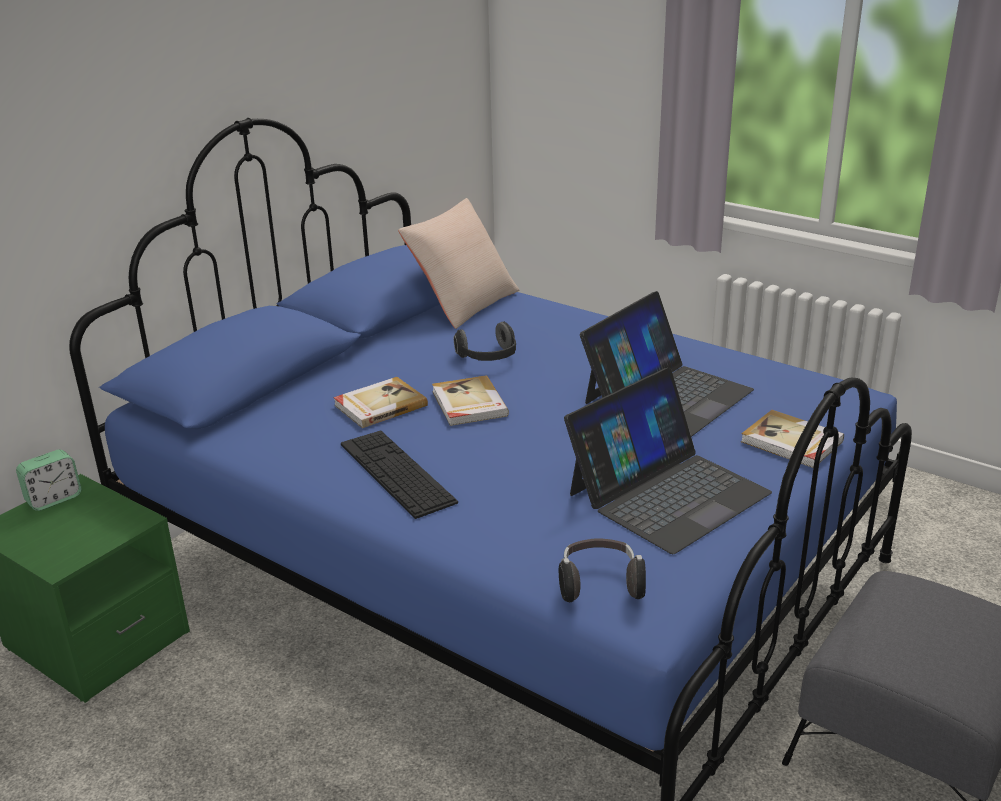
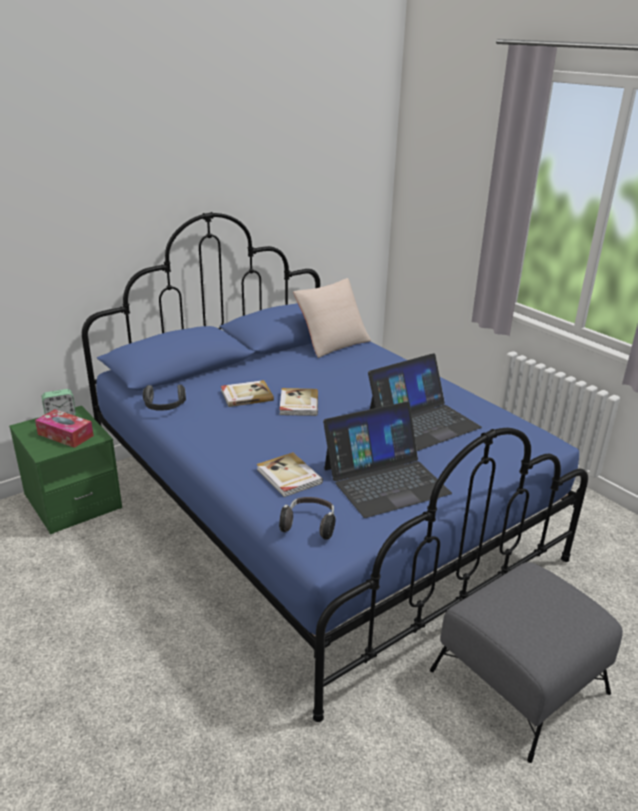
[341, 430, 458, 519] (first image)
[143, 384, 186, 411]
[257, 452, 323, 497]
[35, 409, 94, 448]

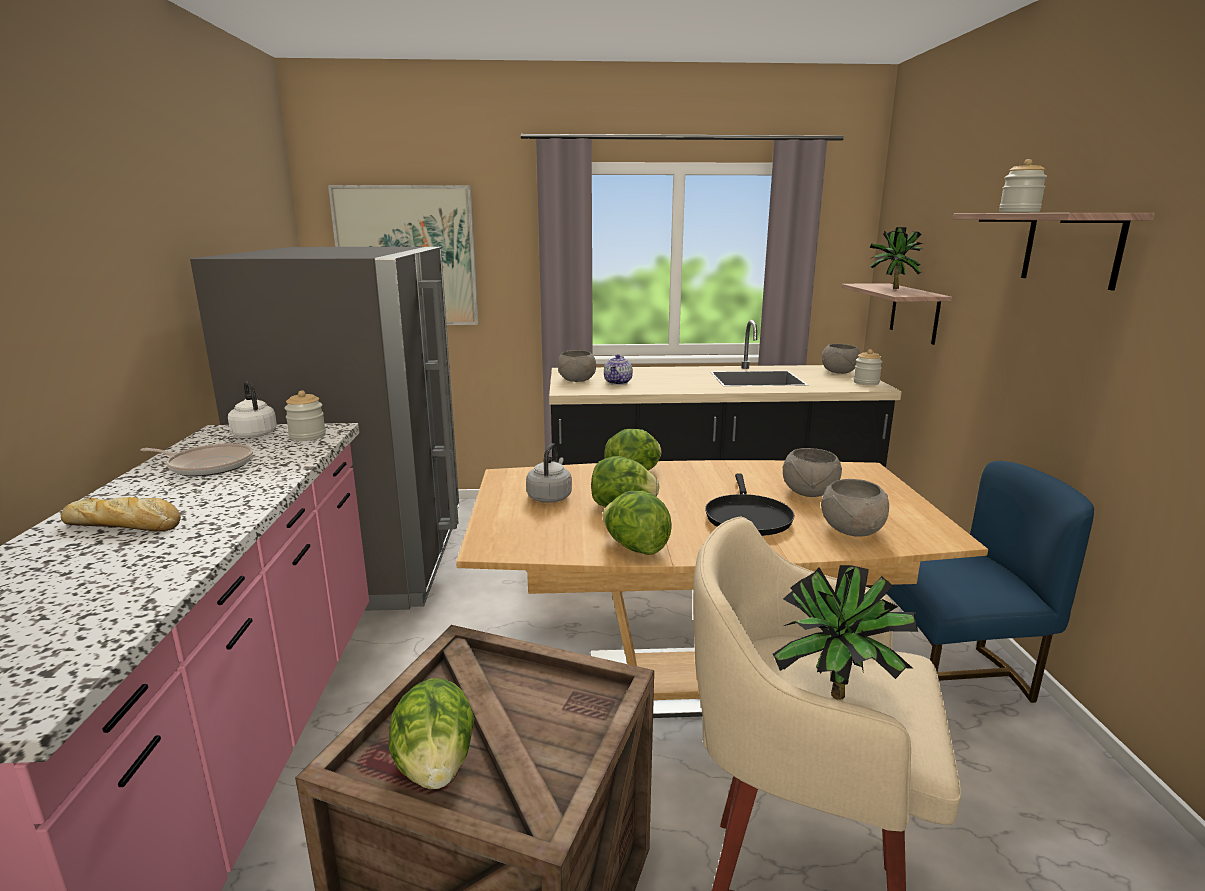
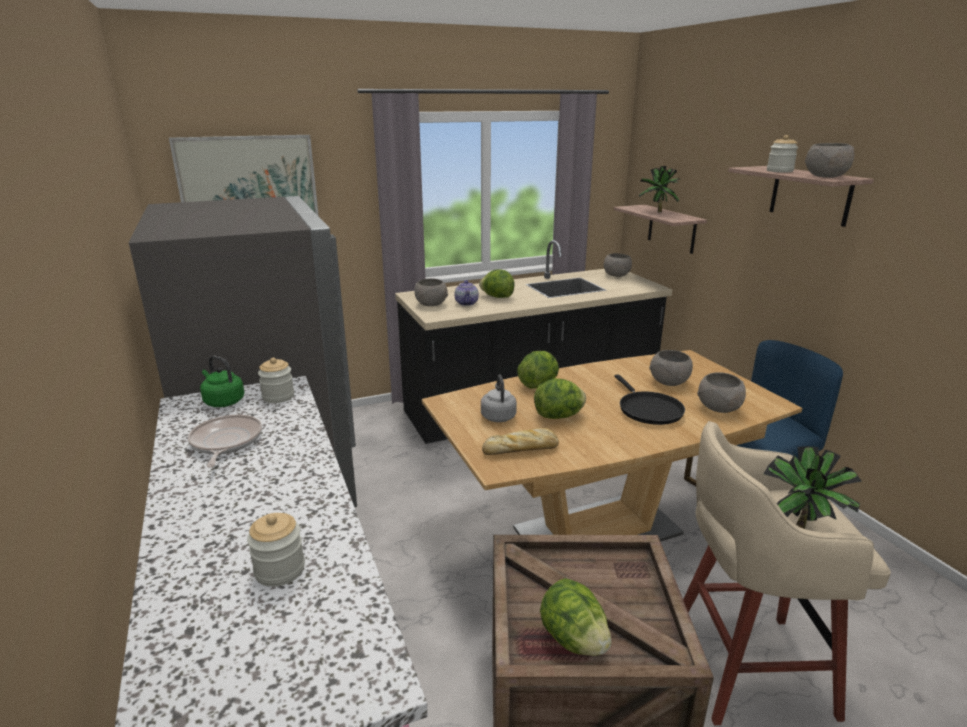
[482, 428, 559, 455]
[188, 414, 262, 468]
[200, 356, 245, 407]
[479, 269, 515, 298]
[247, 513, 305, 587]
[805, 143, 854, 178]

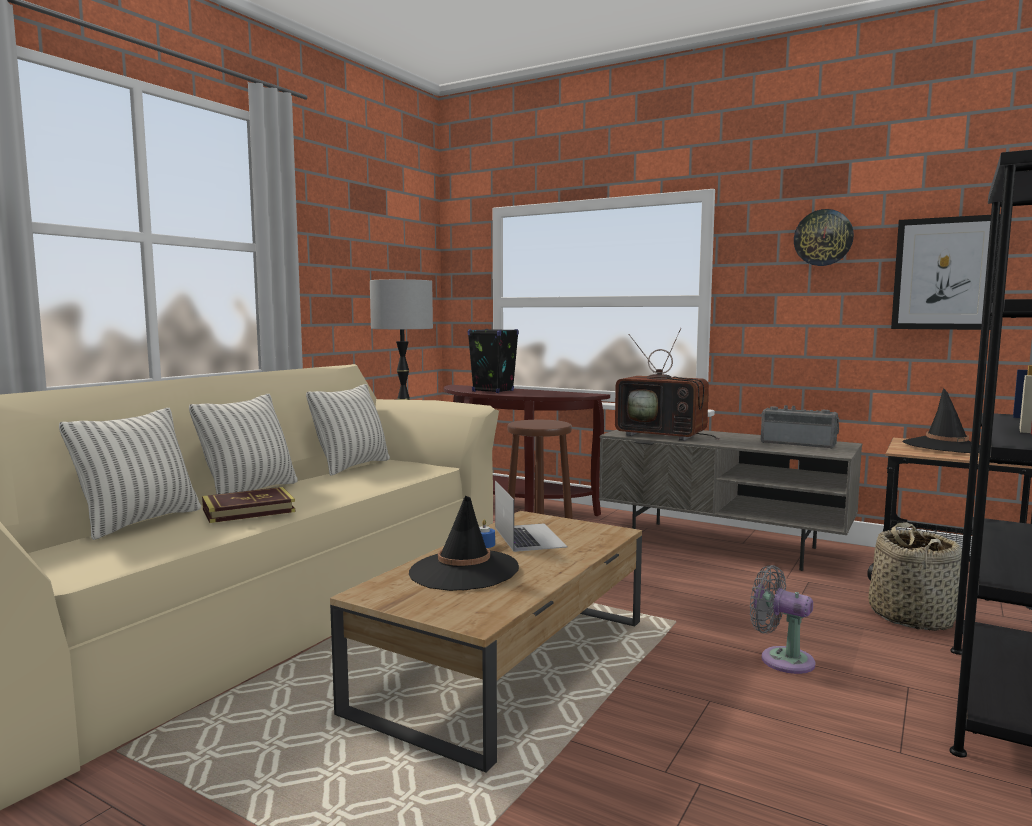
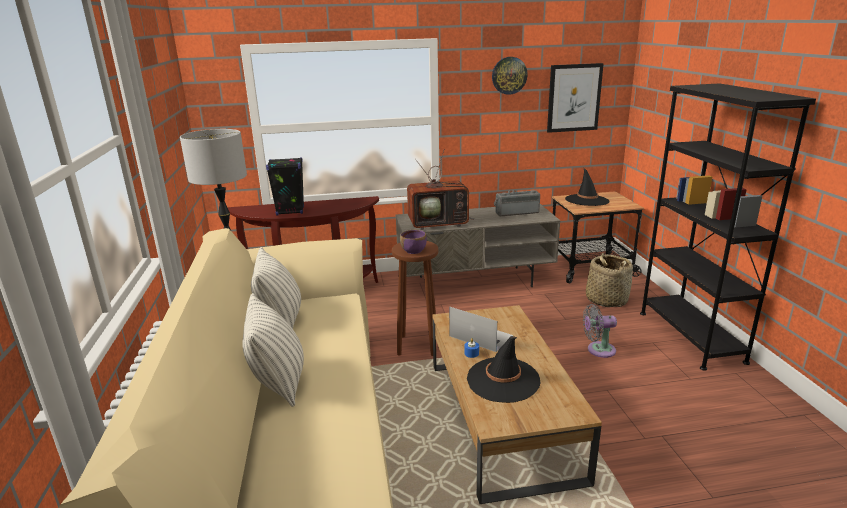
[59, 408, 201, 540] (first image)
[202, 487, 295, 523] (first image)
[400, 230, 427, 254]

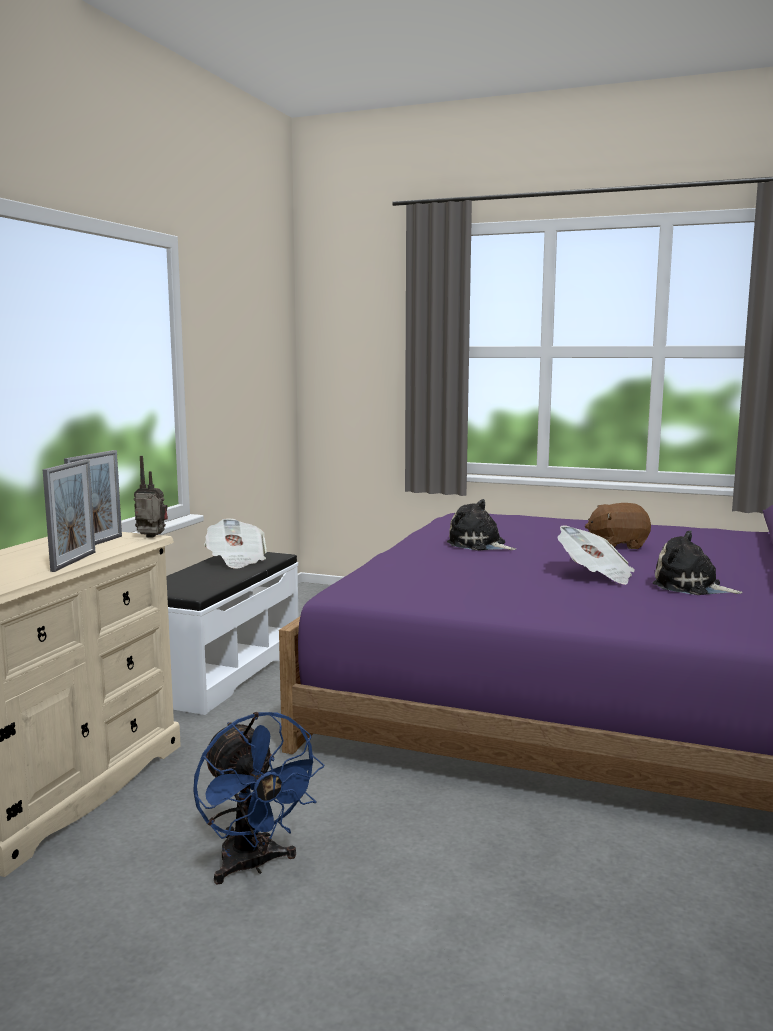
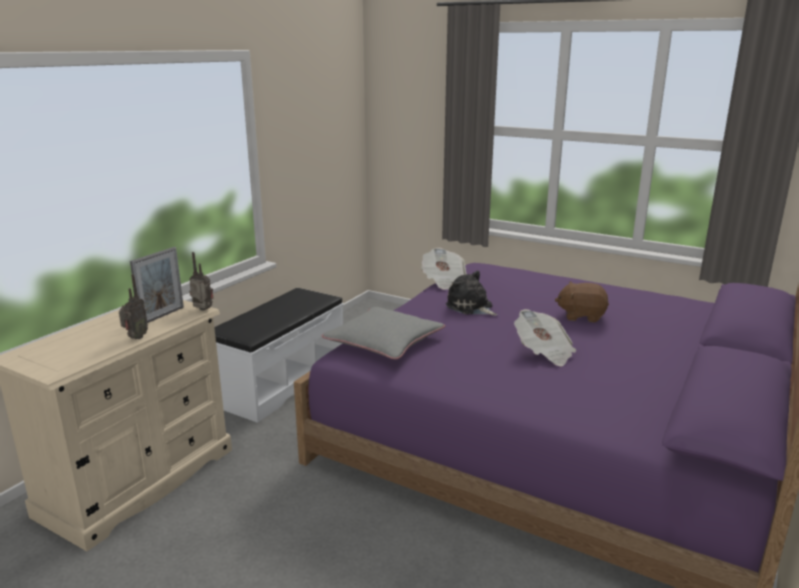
[119, 274, 148, 339]
[193, 712, 324, 884] (first image)
[421, 248, 467, 290]
[652, 531, 743, 595] (first image)
[322, 307, 445, 359]

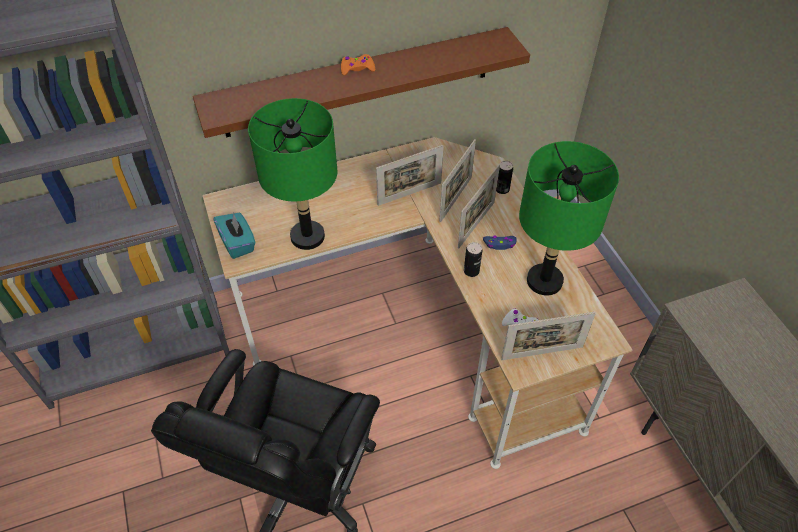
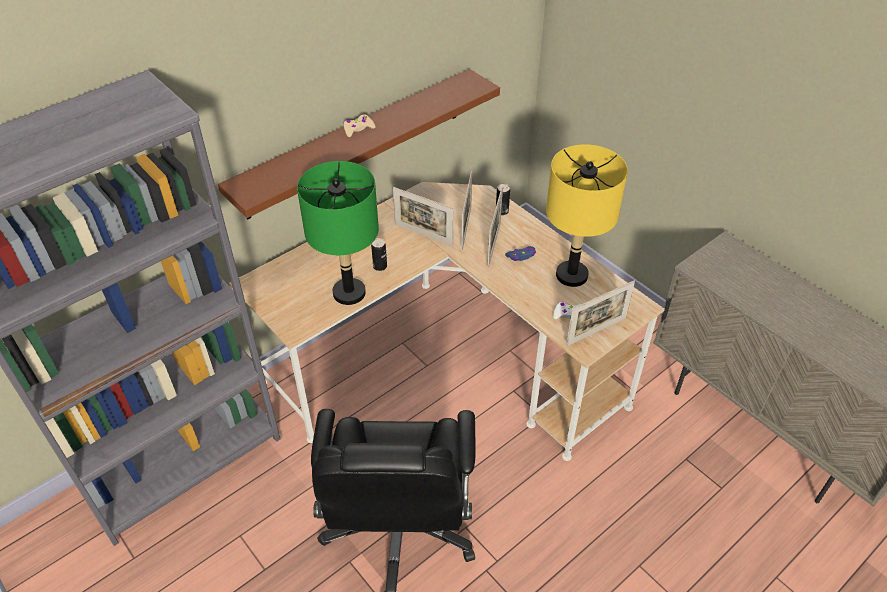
[213, 213, 256, 259] (first image)
[343, 114, 376, 137]
[393, 187, 454, 246]
[371, 238, 387, 271]
[546, 144, 628, 287]

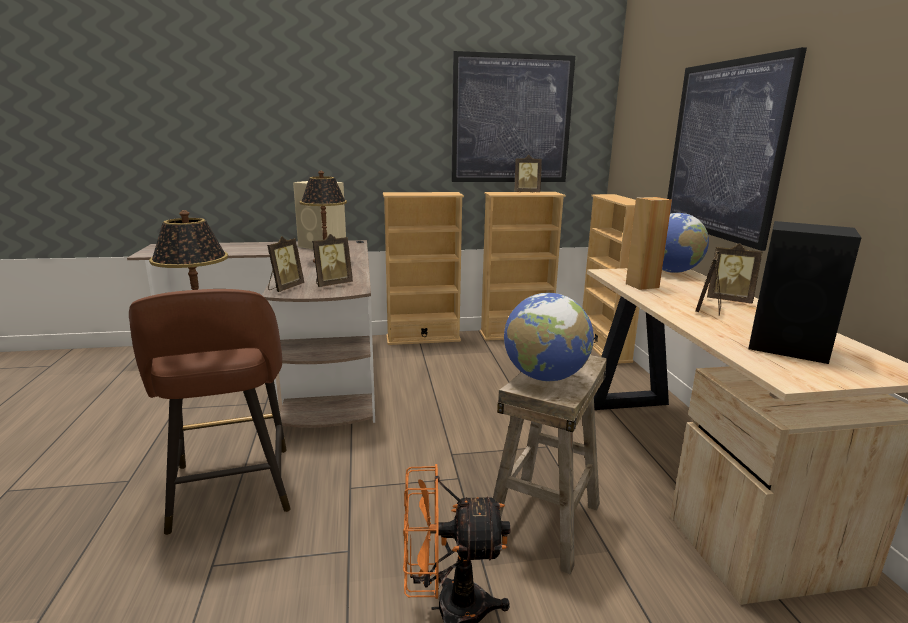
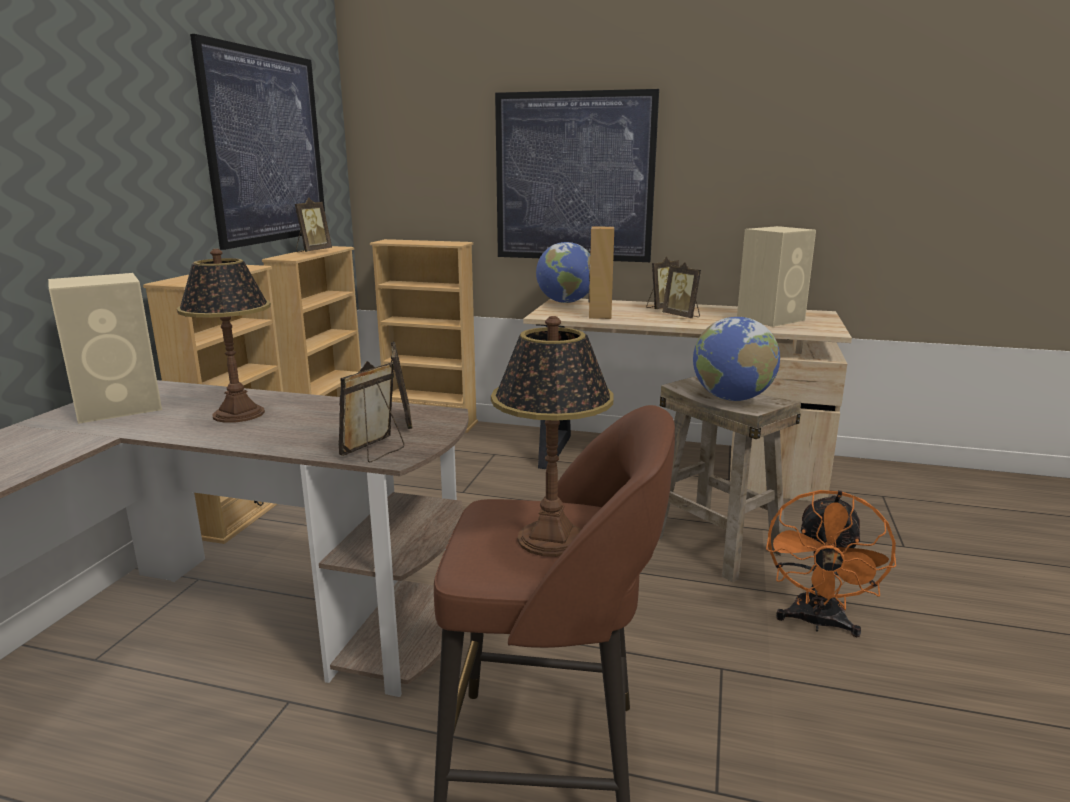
[339, 361, 405, 462]
[737, 226, 816, 327]

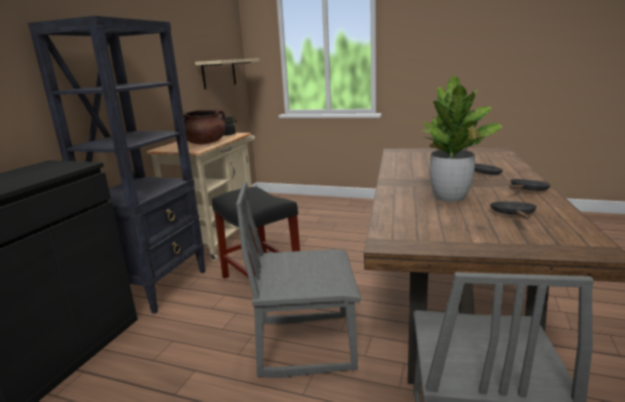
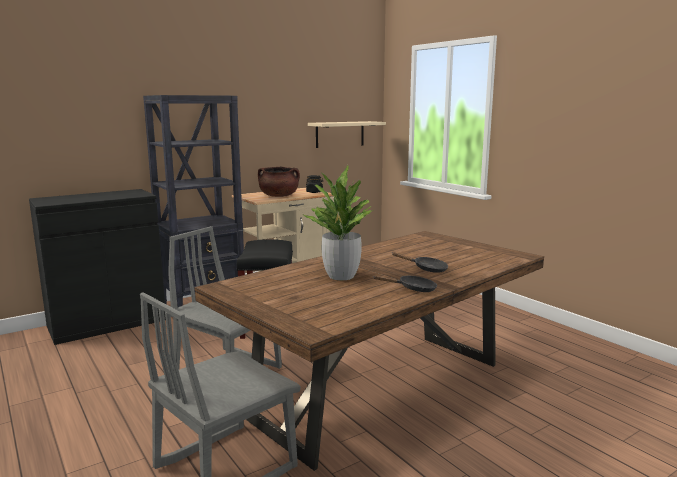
[490, 201, 537, 219] (first image)

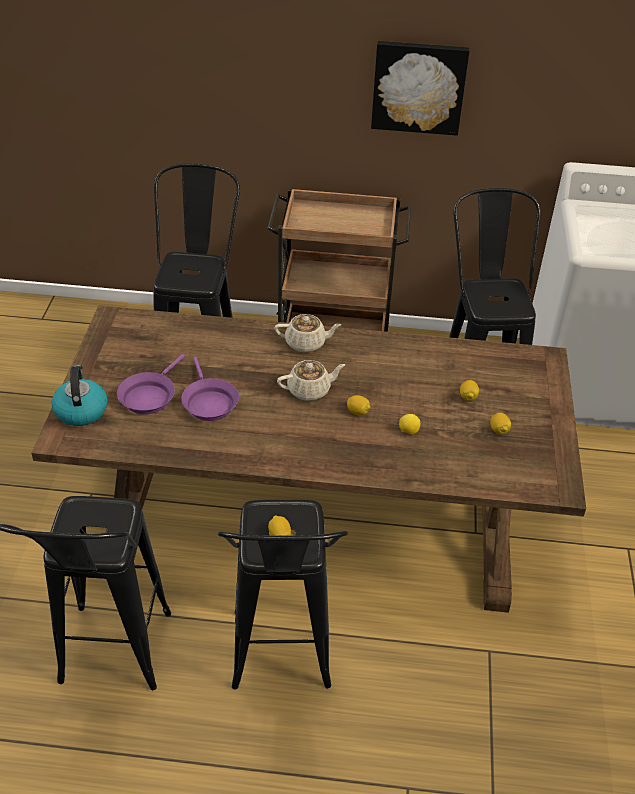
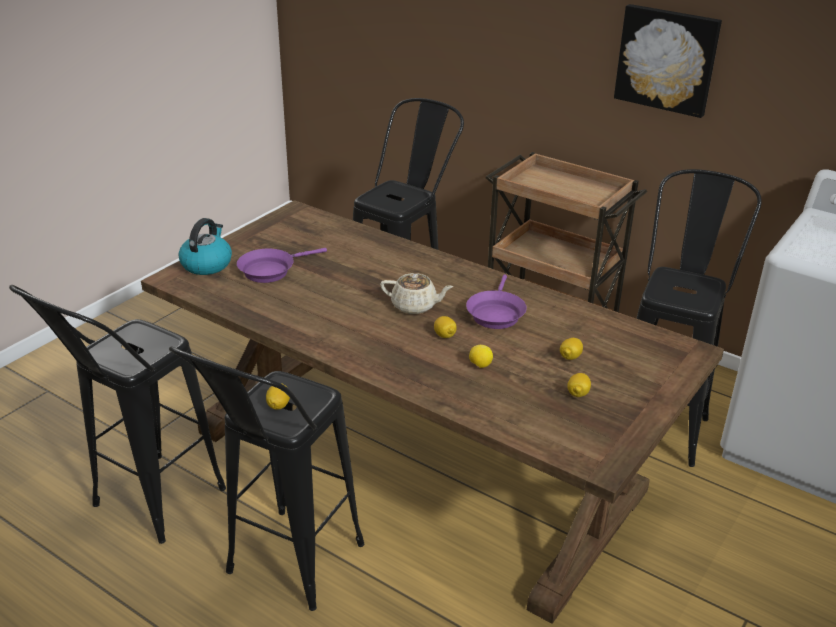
[466, 275, 527, 329]
[274, 314, 342, 352] (first image)

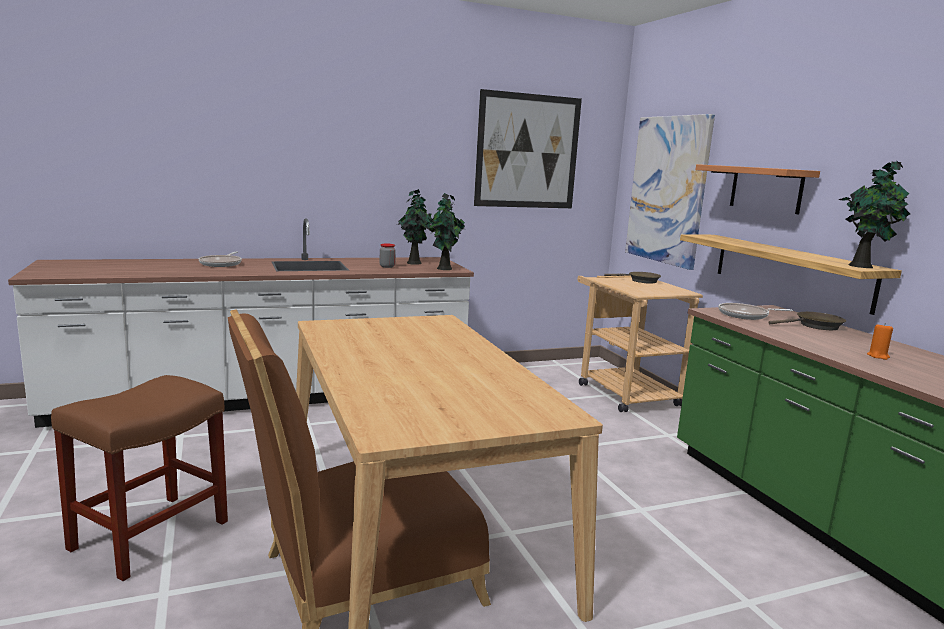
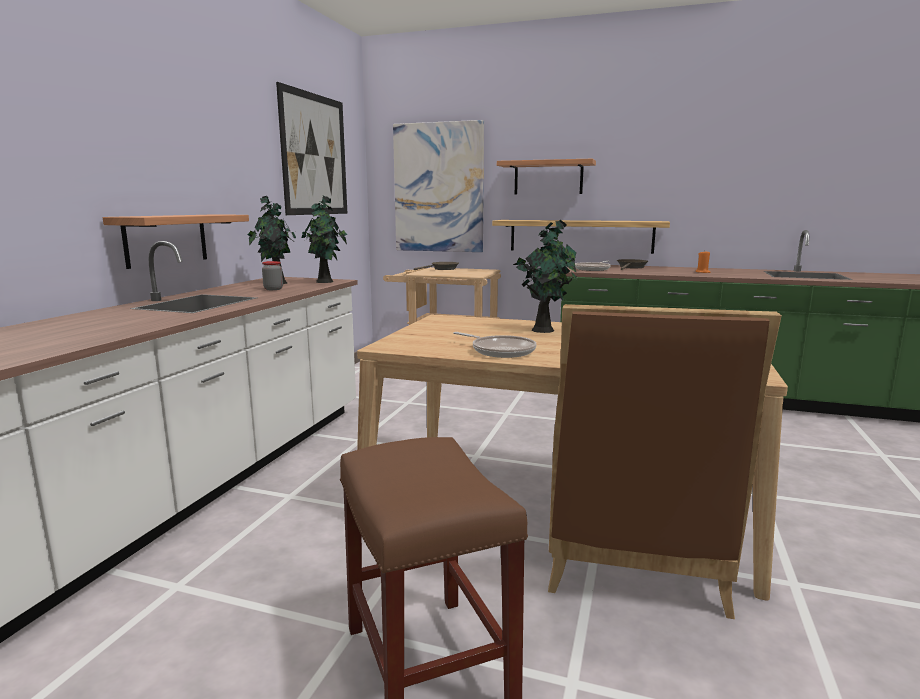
[453, 332, 537, 358]
[513, 220, 578, 333]
[103, 214, 249, 269]

